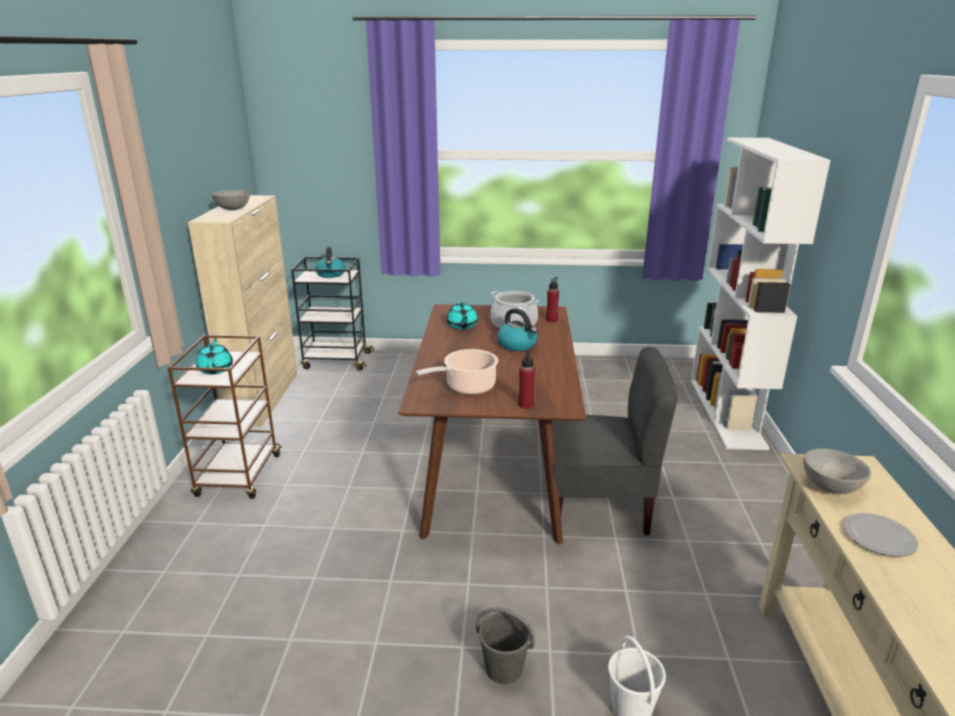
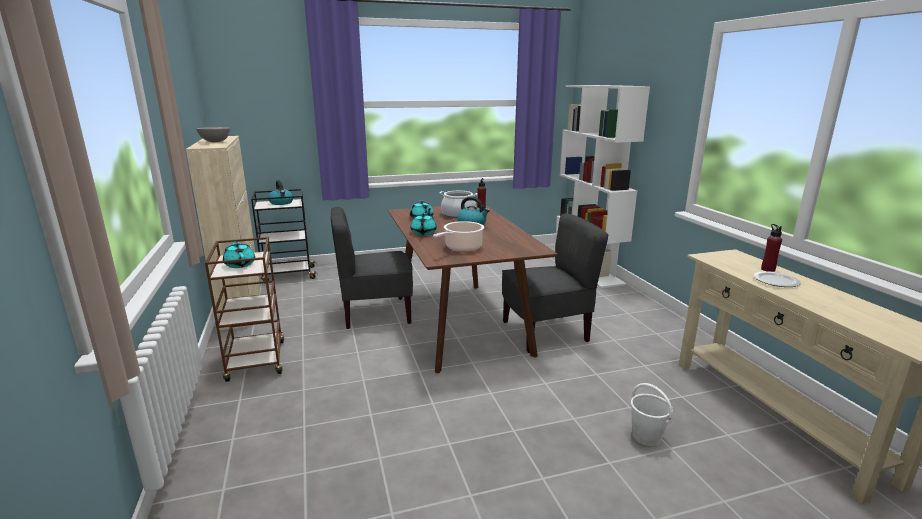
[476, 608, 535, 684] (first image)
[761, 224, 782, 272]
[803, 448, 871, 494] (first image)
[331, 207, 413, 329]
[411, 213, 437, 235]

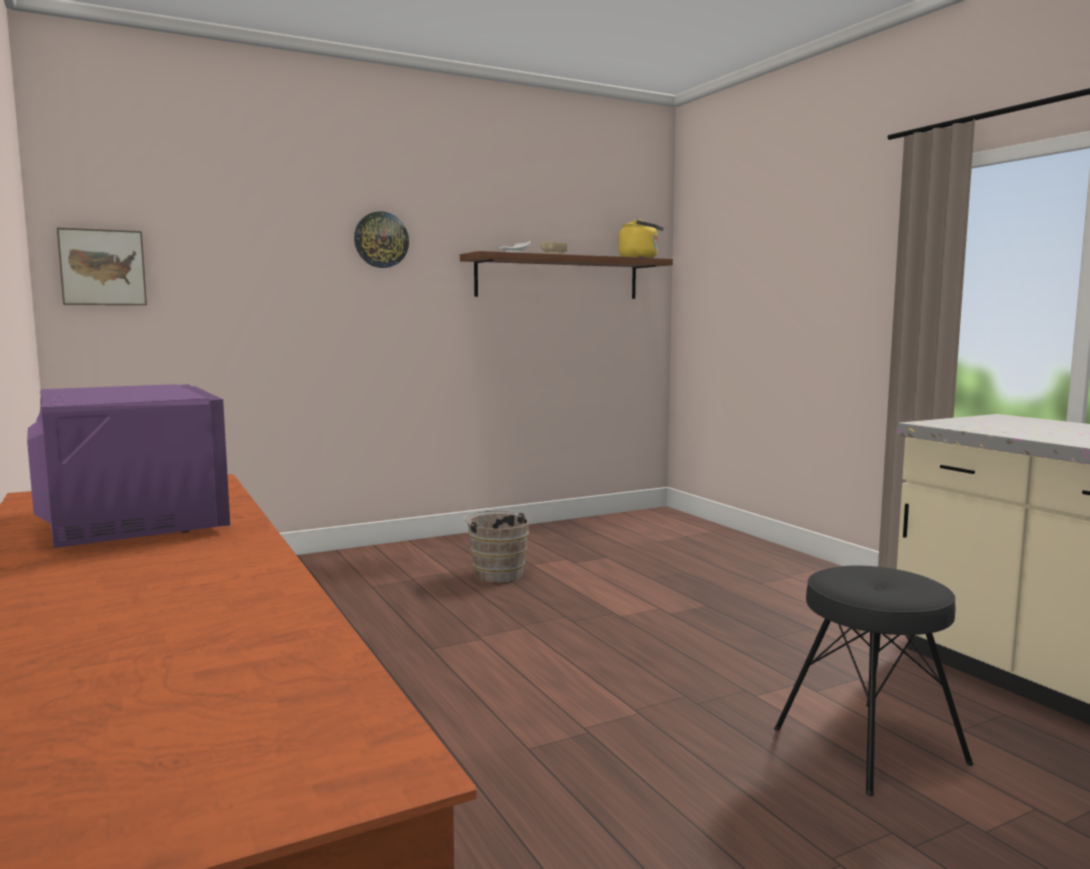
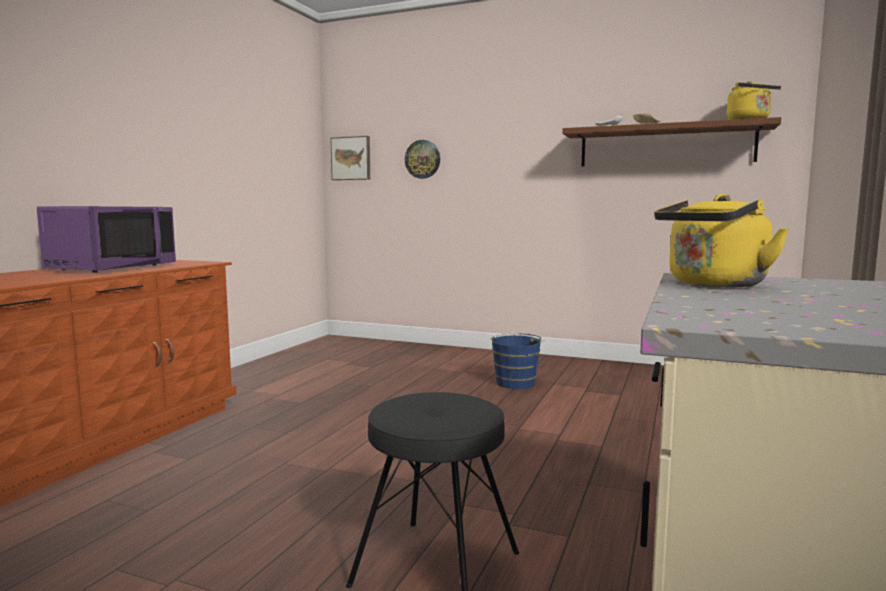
[405, 140, 440, 179]
[490, 333, 545, 389]
[654, 194, 789, 288]

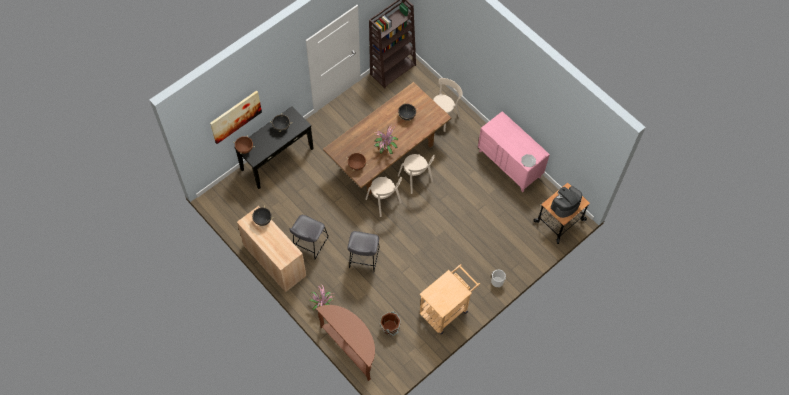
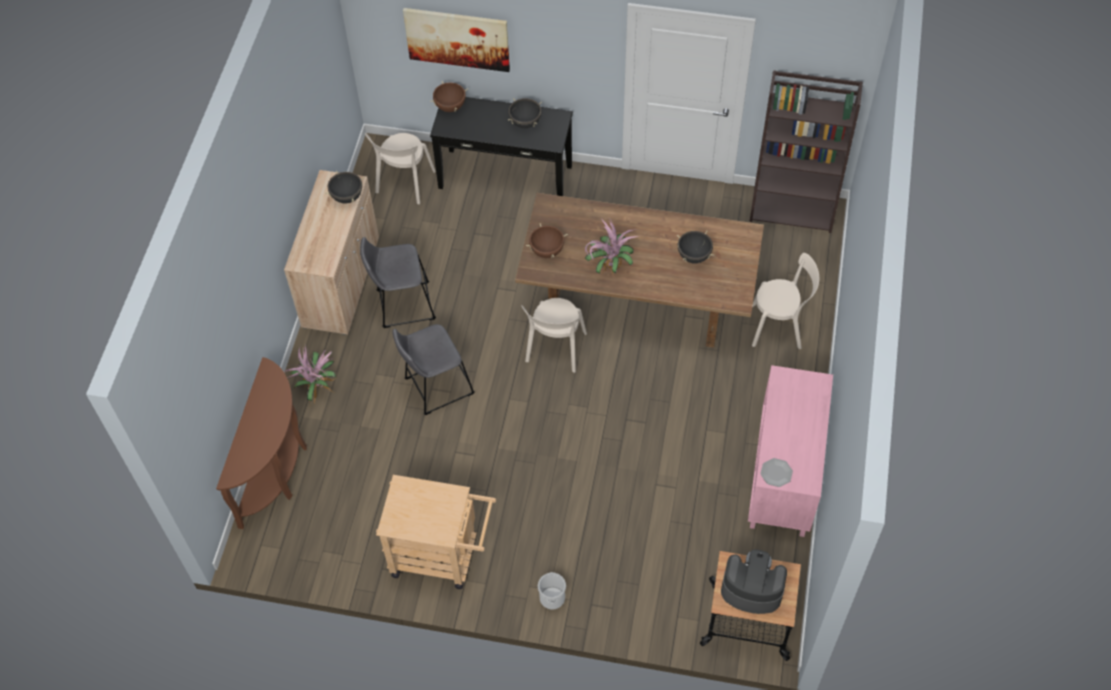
[380, 311, 401, 336] (first image)
[365, 133, 436, 204]

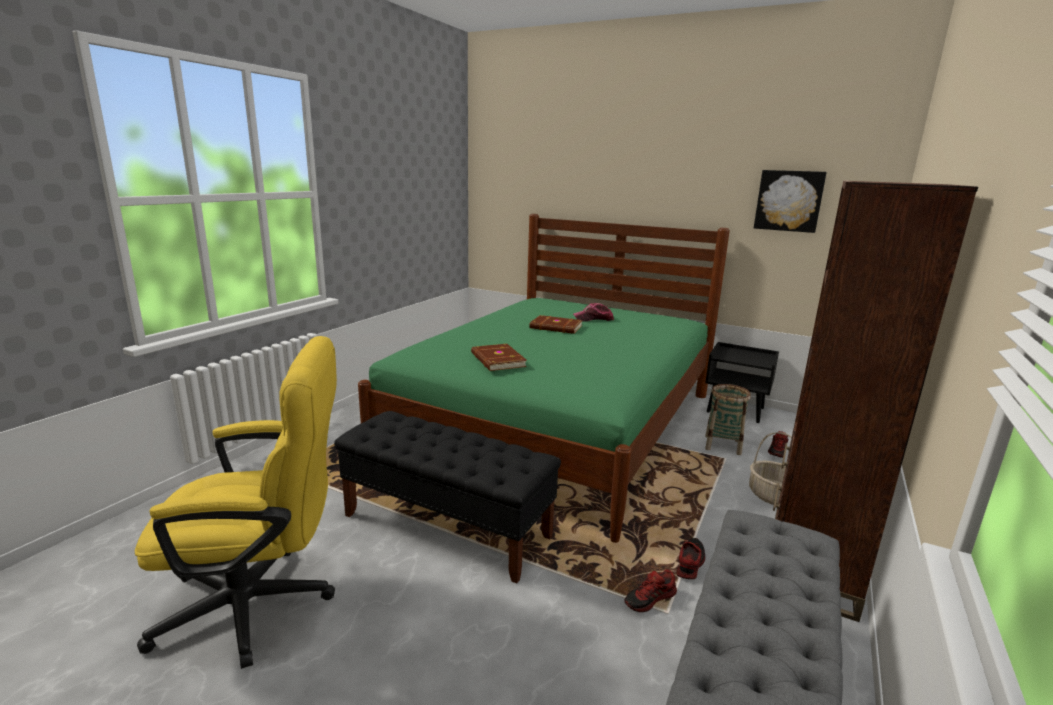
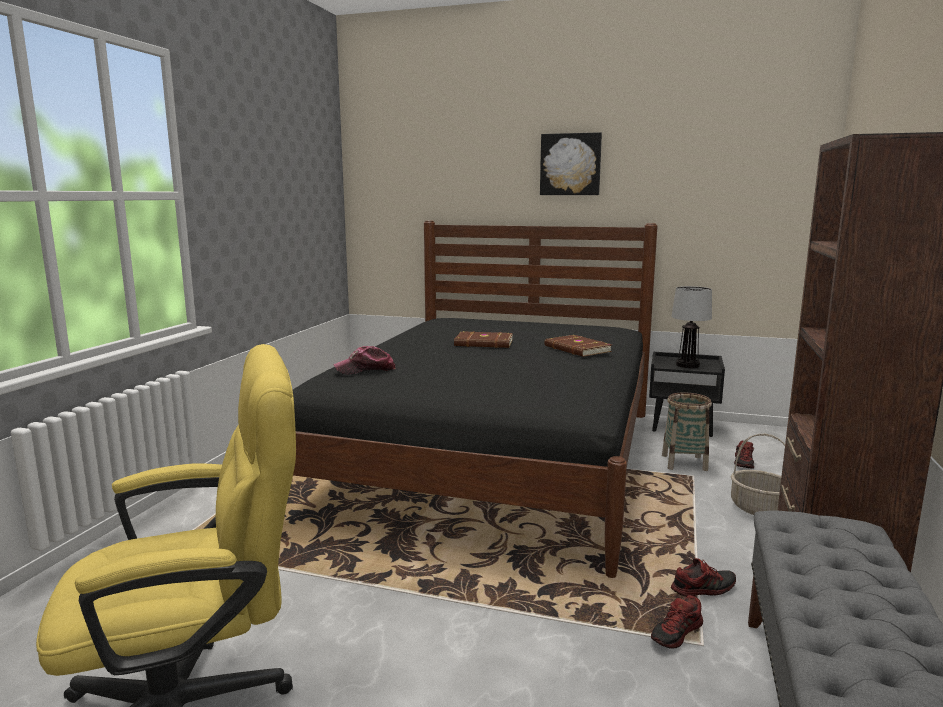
[334, 411, 561, 583] (first image)
[293, 220, 657, 578]
[544, 335, 612, 357]
[333, 346, 396, 375]
[671, 558, 736, 597]
[540, 132, 602, 195]
[671, 286, 712, 368]

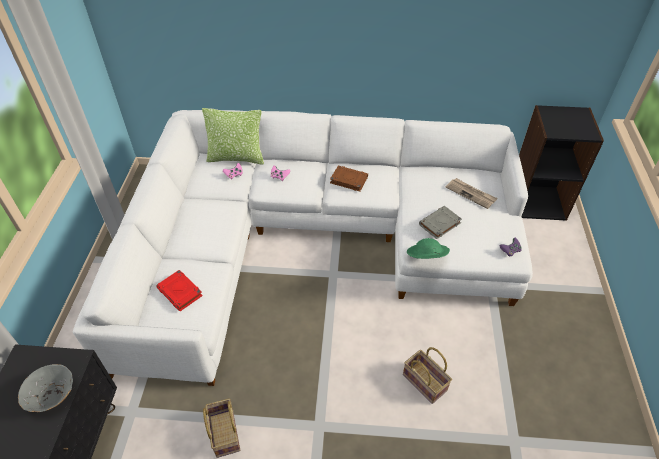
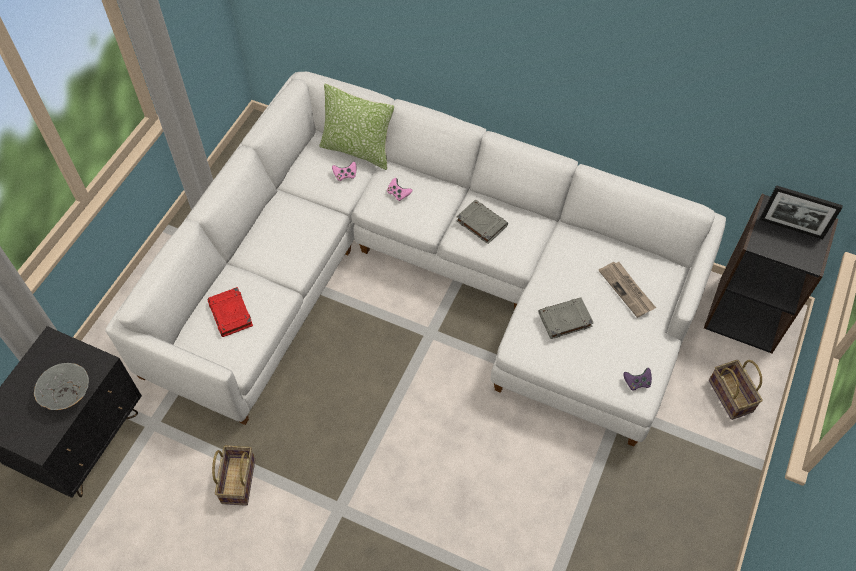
[456, 200, 508, 244]
[709, 360, 763, 420]
[407, 238, 450, 259] (first image)
[760, 185, 843, 239]

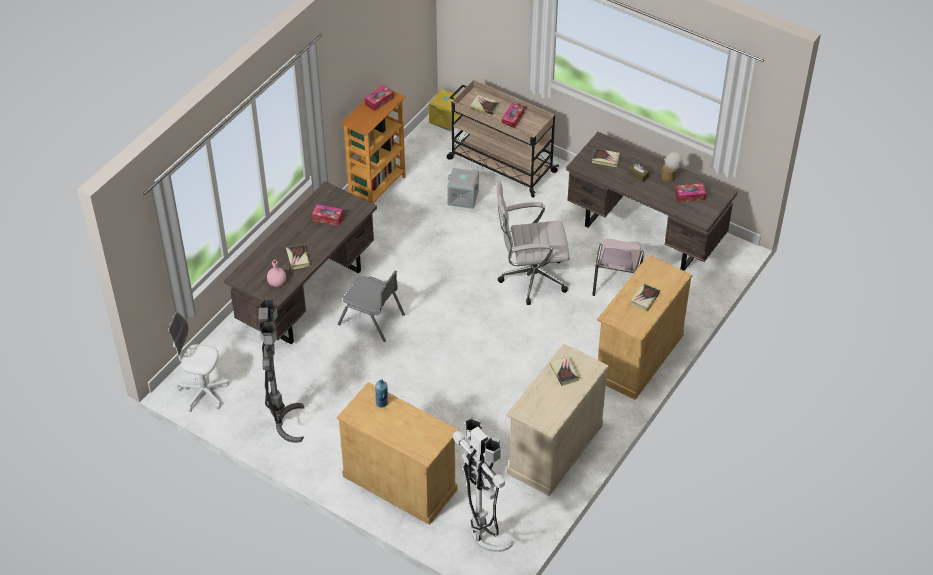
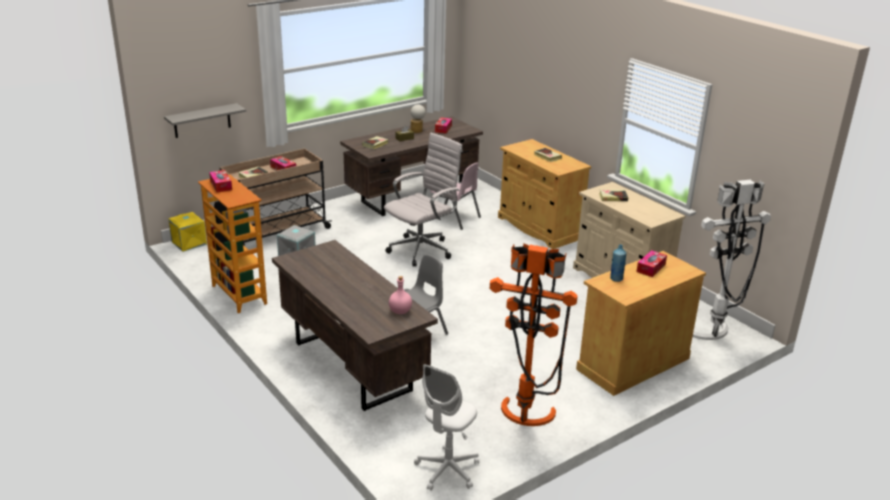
[490, 243, 578, 426]
[286, 244, 310, 270] (first image)
[637, 250, 667, 277]
[384, 133, 463, 267]
[164, 103, 246, 138]

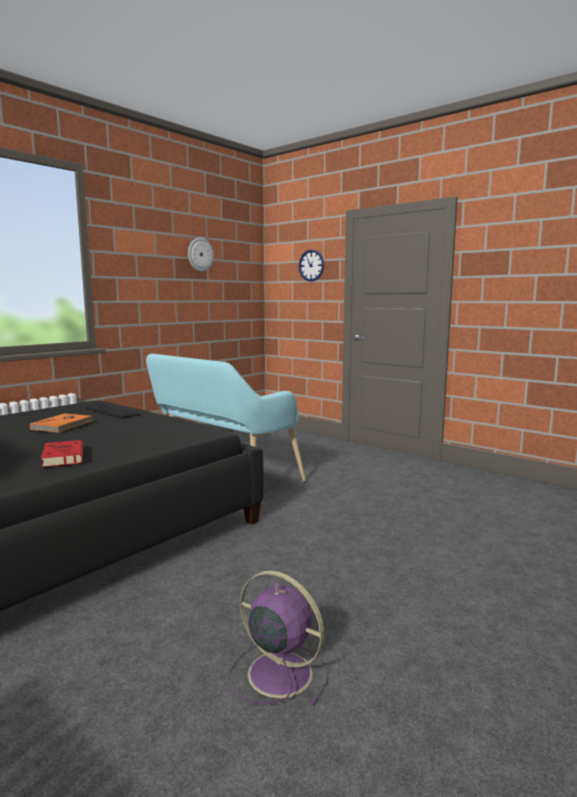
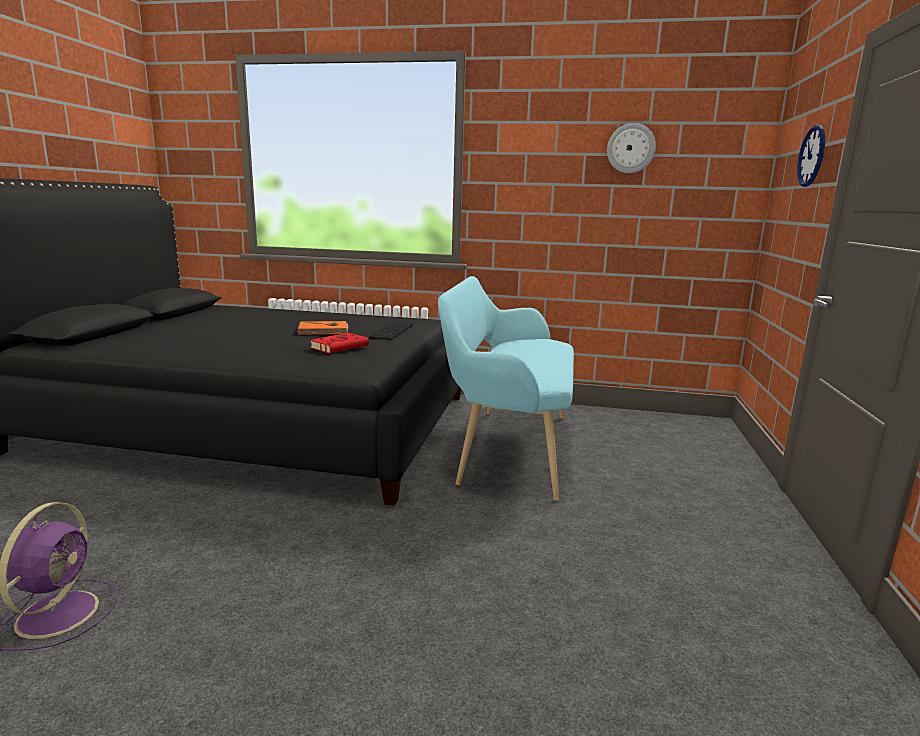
[310, 333, 369, 354]

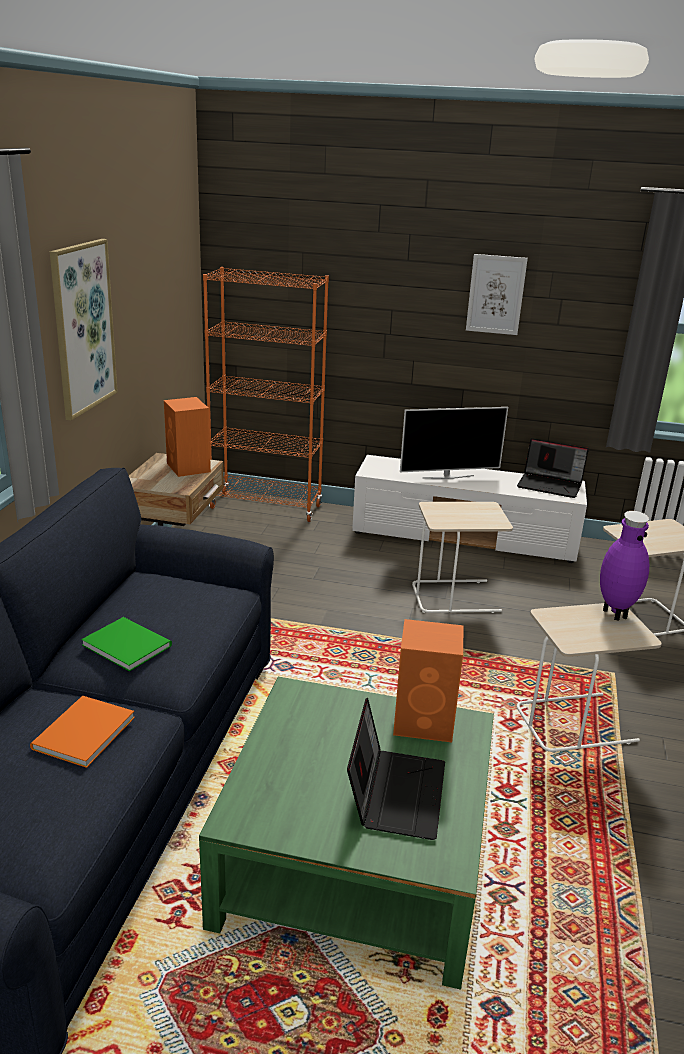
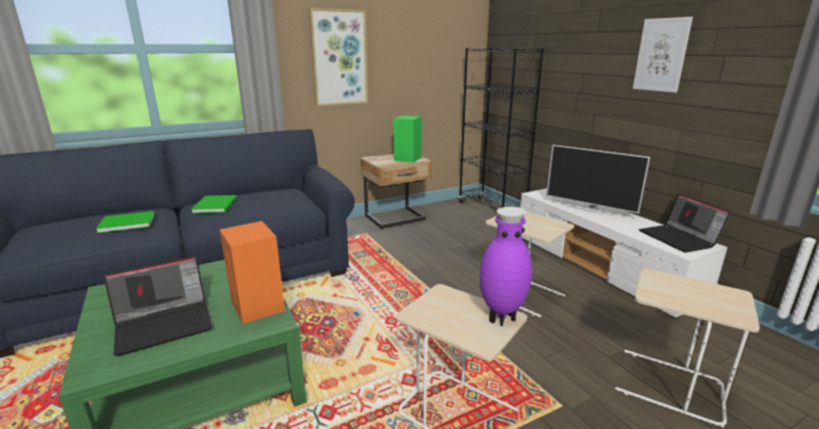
[96, 211, 155, 233]
[393, 115, 422, 163]
[459, 48, 544, 211]

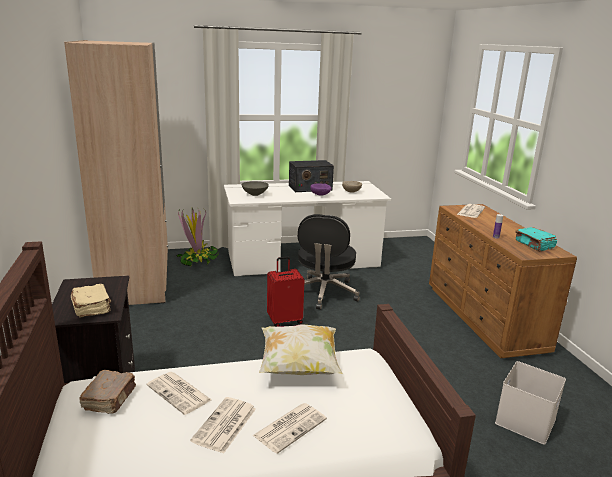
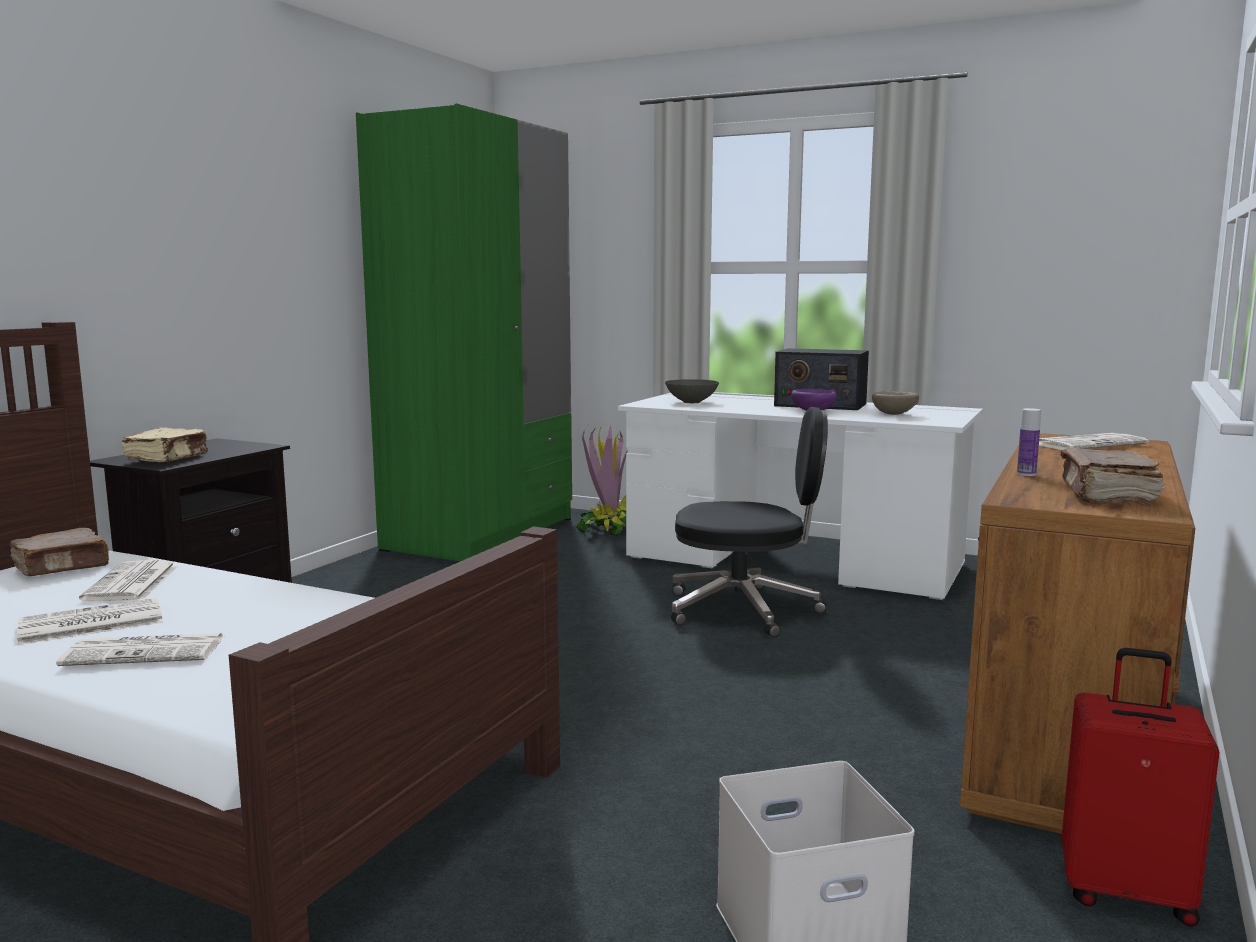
[356, 103, 572, 562]
[259, 325, 343, 375] (first image)
[1062, 648, 1220, 927]
[671, 407, 828, 637]
[1061, 448, 1164, 505]

